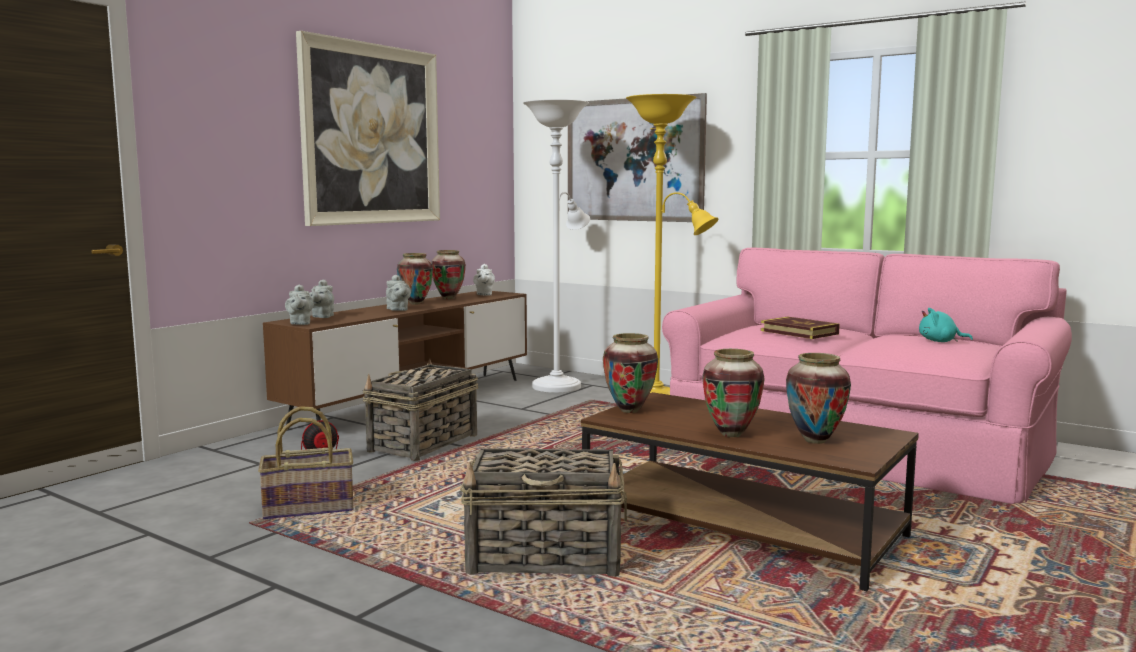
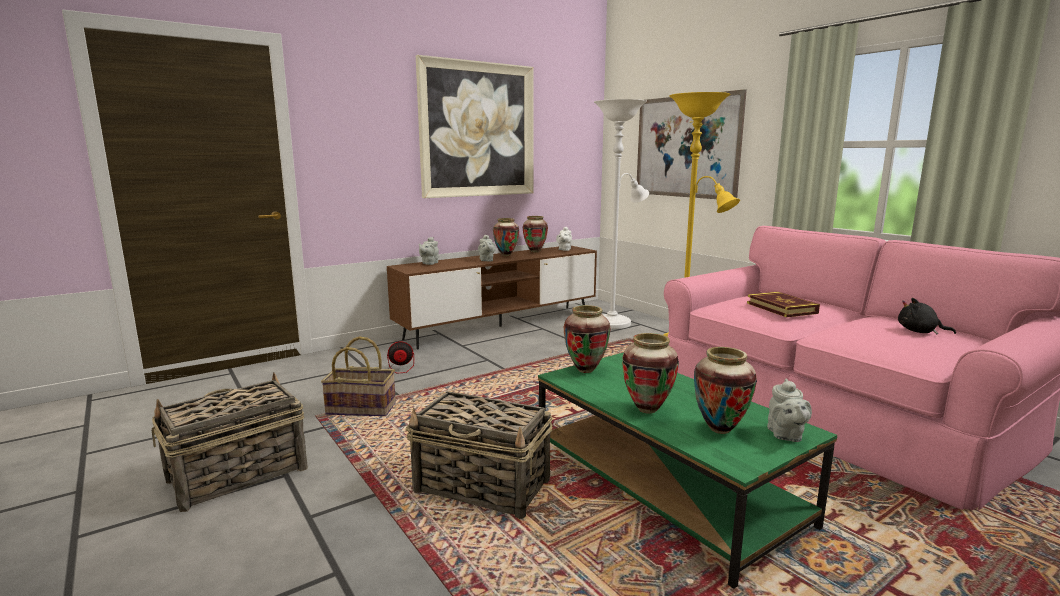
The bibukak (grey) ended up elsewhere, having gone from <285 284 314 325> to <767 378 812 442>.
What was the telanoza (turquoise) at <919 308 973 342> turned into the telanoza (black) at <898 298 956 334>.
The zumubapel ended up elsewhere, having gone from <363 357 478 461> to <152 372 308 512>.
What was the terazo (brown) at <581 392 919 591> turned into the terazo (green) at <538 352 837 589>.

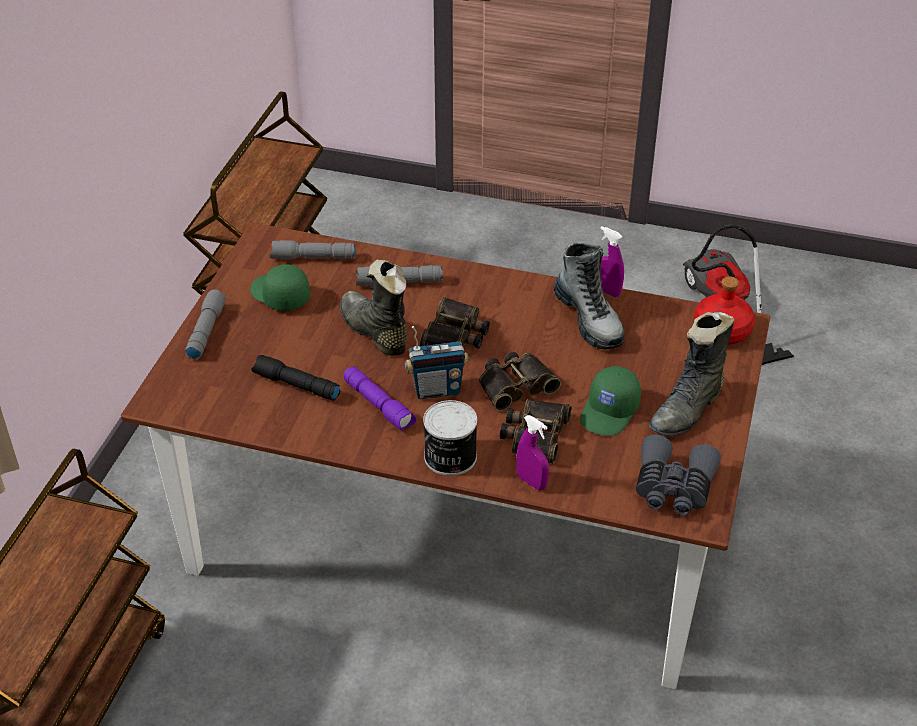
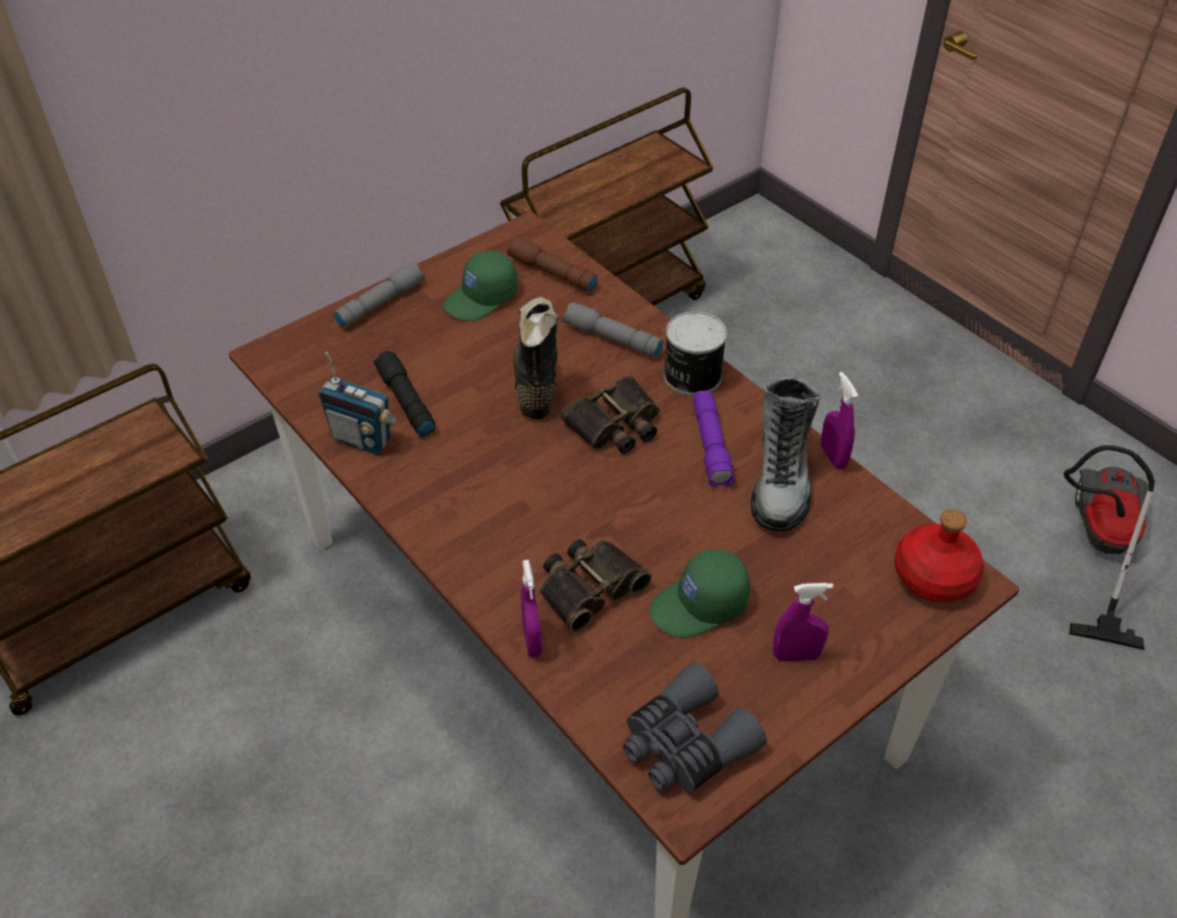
What was the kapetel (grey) at <270 240 356 259> turned into the kapetel (brown) at <507 237 598 292>.
The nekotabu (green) at <250 264 310 311> ended up facing another way, 120 degrees counterclockwise from before.
Where the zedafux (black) stood at <648 312 734 436>, the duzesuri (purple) came to stand at <773 583 833 661>.
The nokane ended up elsewhere, having gone from <405 326 469 399> to <318 352 398 455>.
The second view lost the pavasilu at <479 352 561 411>.
The kapetel (purple) ended up elsewhere, having gone from <344 366 416 431> to <693 390 735 486>.
The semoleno ended up elsewhere, having gone from <423 400 477 476> to <663 311 727 396>.

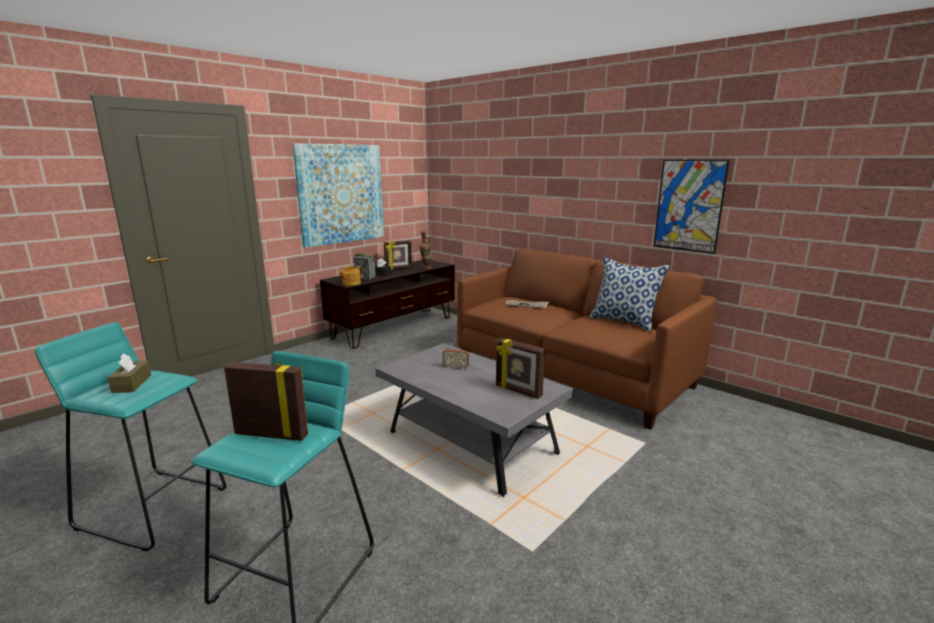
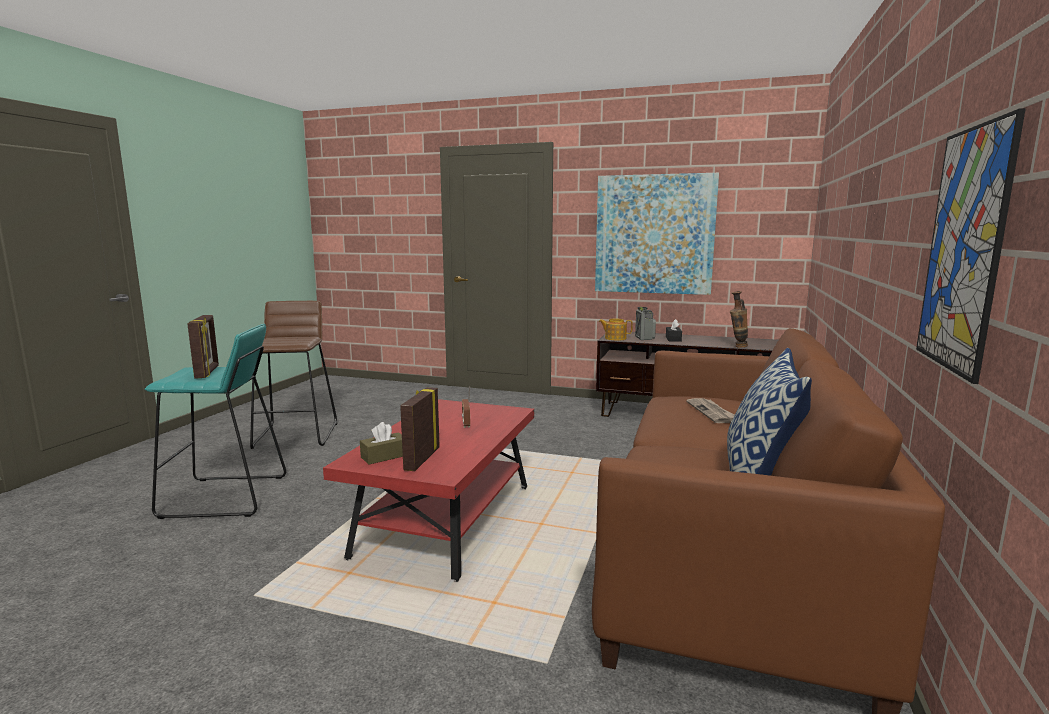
The second view lost the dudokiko at <384 240 412 270>.
What was the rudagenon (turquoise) at <35 322 226 551> turned into the rudagenon (brown) at <250 301 337 449>.
What was the terazo (grey) at <375 343 573 497> turned into the terazo (red) at <323 399 534 582>.
The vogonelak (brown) ended up elsewhere, having gone from <108 353 151 393> to <360 422 403 465>.

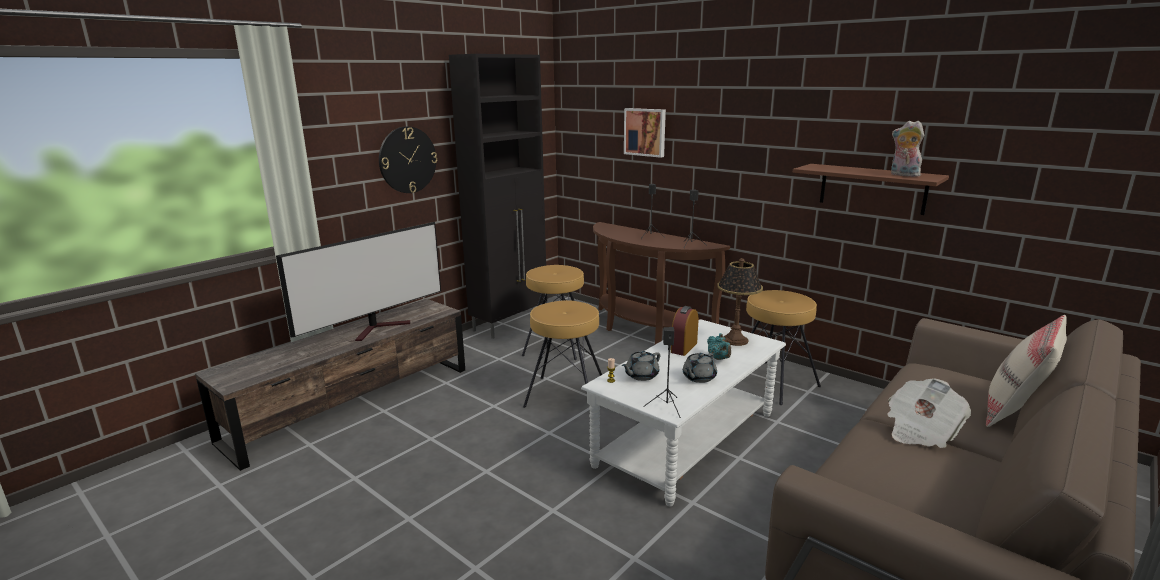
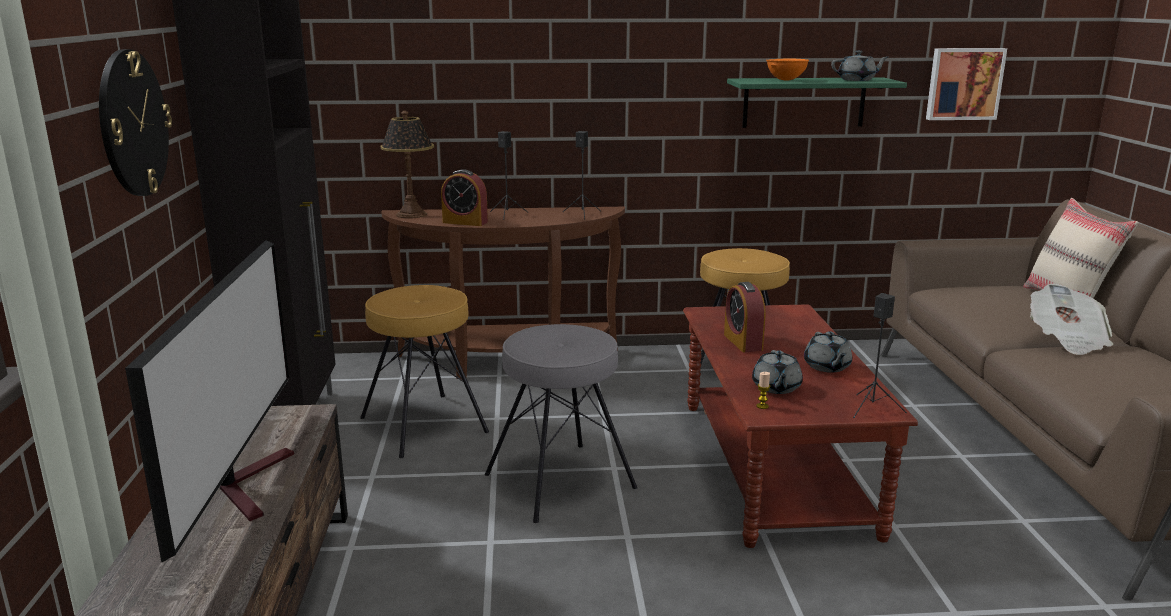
The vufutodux ended up elsewhere, having gone from <624 108 666 158> to <926 48 1007 120>.
Where the telanoza stood at <891 121 924 177>, the bibukak (grey) came to stand at <831 51 888 81>.
What was the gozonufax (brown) at <793 164 949 215> turned into the gozonufax (green) at <727 77 907 128>.
The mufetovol ended up elsewhere, having gone from <717 258 763 346> to <380 111 434 218>.
What was the rudagenon (brown) at <523 300 602 408> turned into the rudagenon (grey) at <485 324 637 523>.
What was the terazo (white) at <581 319 786 506> turned into the terazo (brown) at <683 304 918 548>.
The second view lost the bibukak (turquoise) at <707 333 731 360>.
The second view gained the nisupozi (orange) at <766 58 809 80>.
The second view gained the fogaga at <441 169 488 226>.

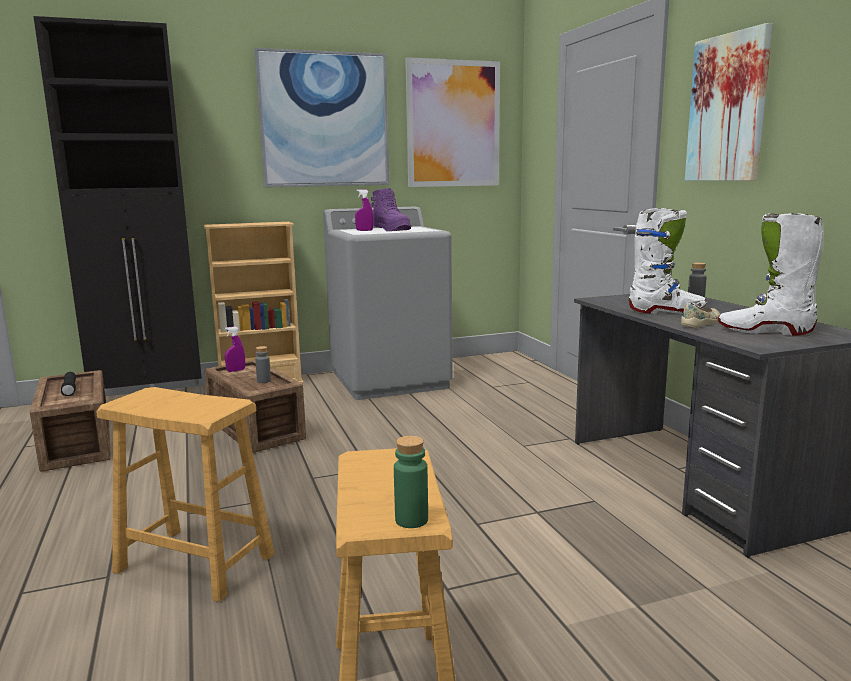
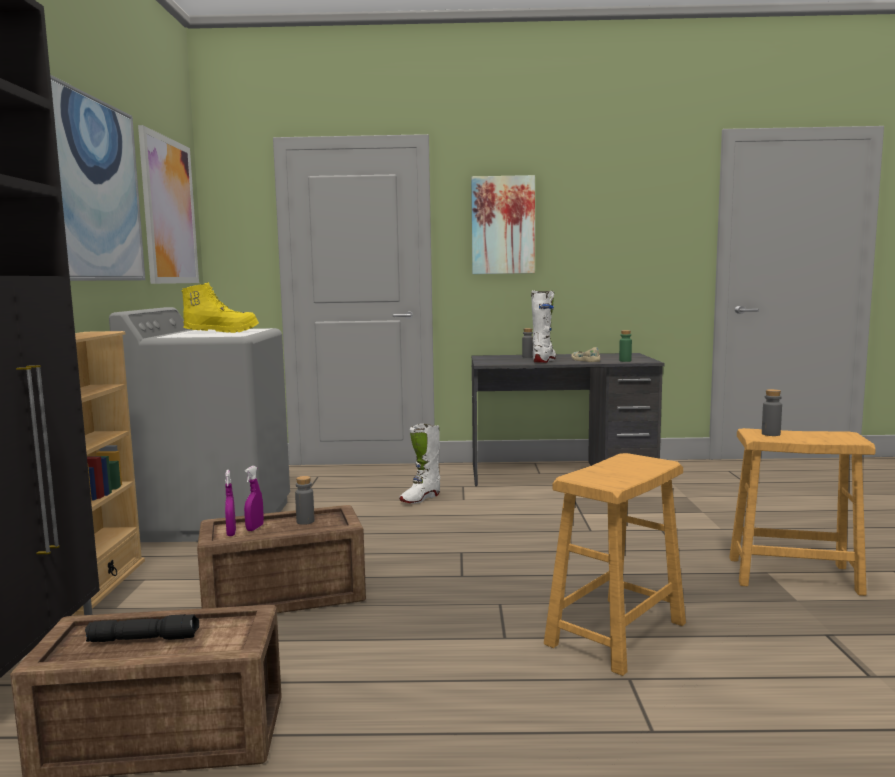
What was the zedafux (purple) at <371 188 411 231> turned into the zedafux (yellow) at <182 282 259 333>.
The duzesuri (purple) ended up elsewhere, having gone from <355 189 373 231> to <244 466 264 531>.
The zedafux (white) ended up elsewhere, having gone from <718 213 824 336> to <399 424 440 504>.
The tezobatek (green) ended up elsewhere, having gone from <394 436 428 528> to <619 330 632 362>.
The second view gained the tezobatek (grey) at <762 389 782 436>.

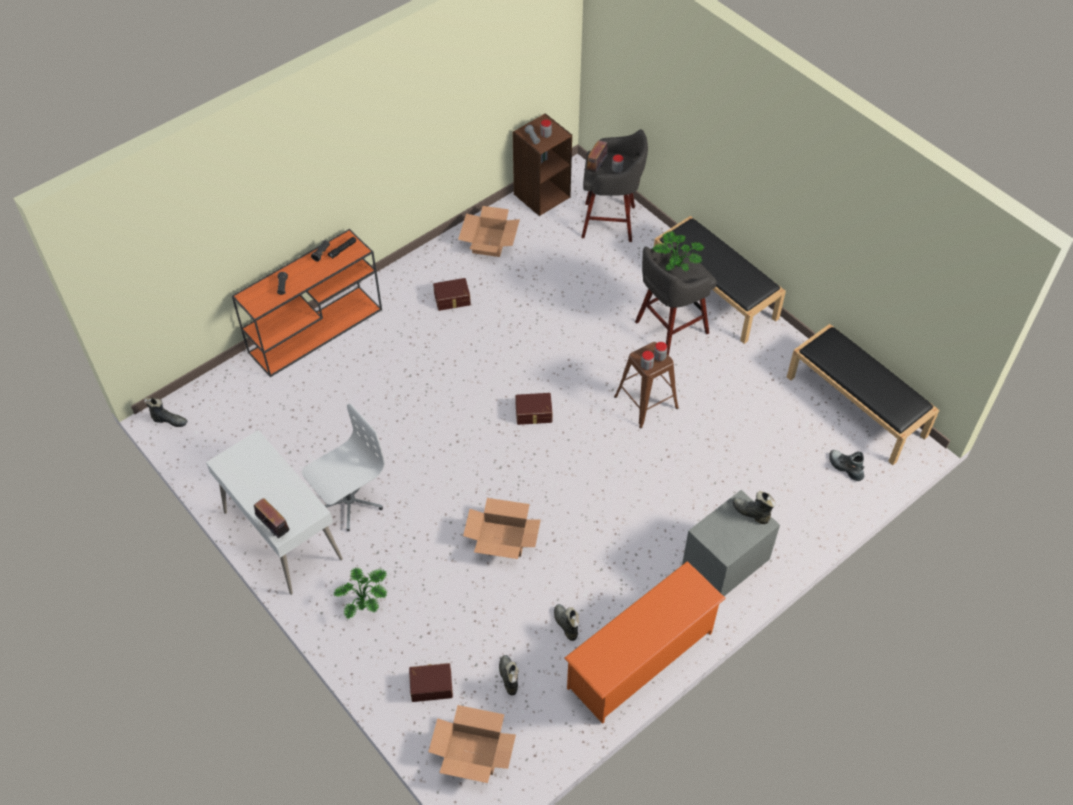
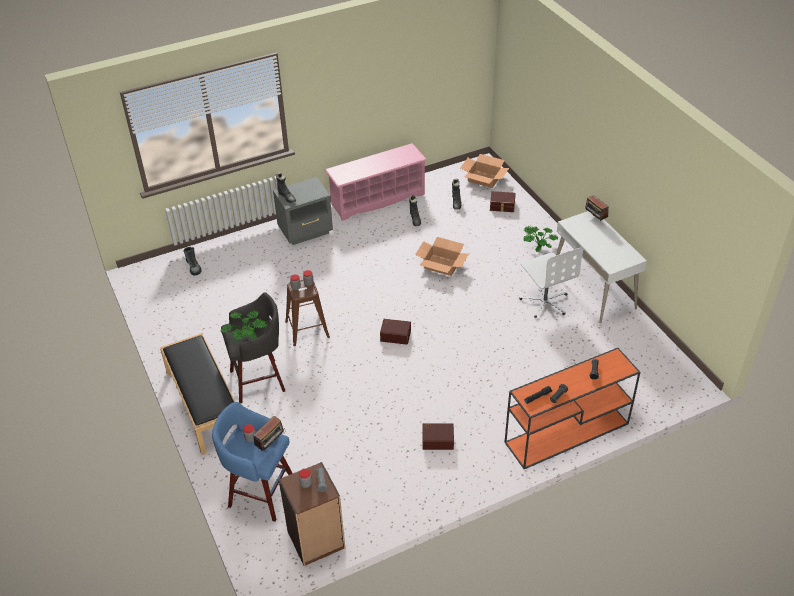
What was the rudagenon (grey) at <581 129 648 242> turned into the rudagenon (blue) at <212 402 293 522>.
The second view lost the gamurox at <458 206 520 257>.
The second view lost the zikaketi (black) at <787 324 939 465>.
The second view lost the zedafux (black) at <144 398 187 427>.
The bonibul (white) at <302 404 385 532> ended up facing another way, 90 degrees counterclockwise from before.
What was the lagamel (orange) at <564 561 726 724> turned into the lagamel (pink) at <325 143 427 221>.

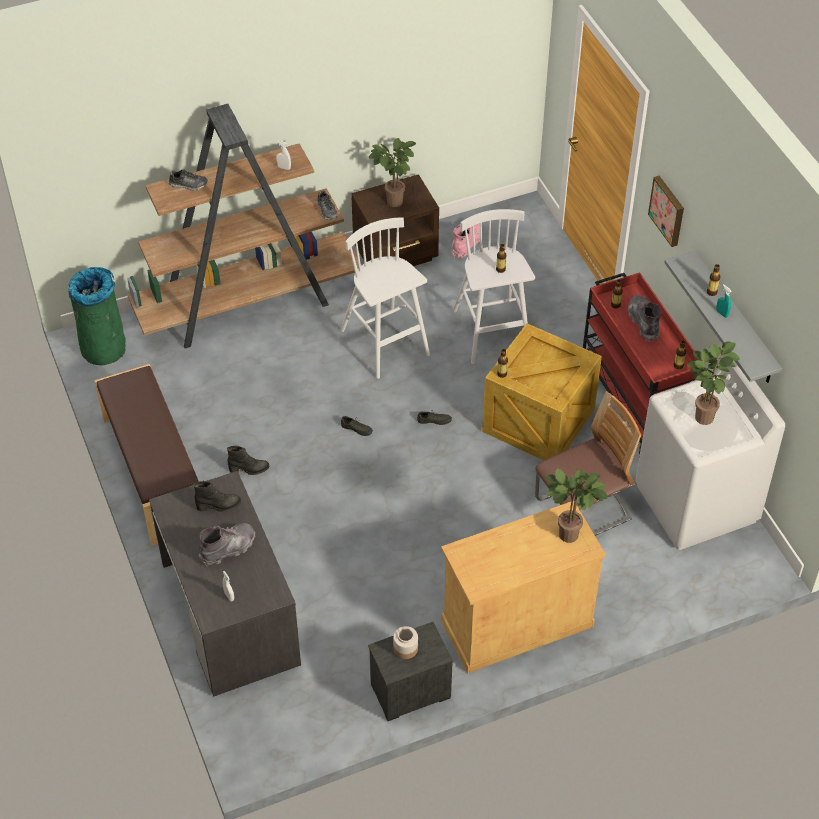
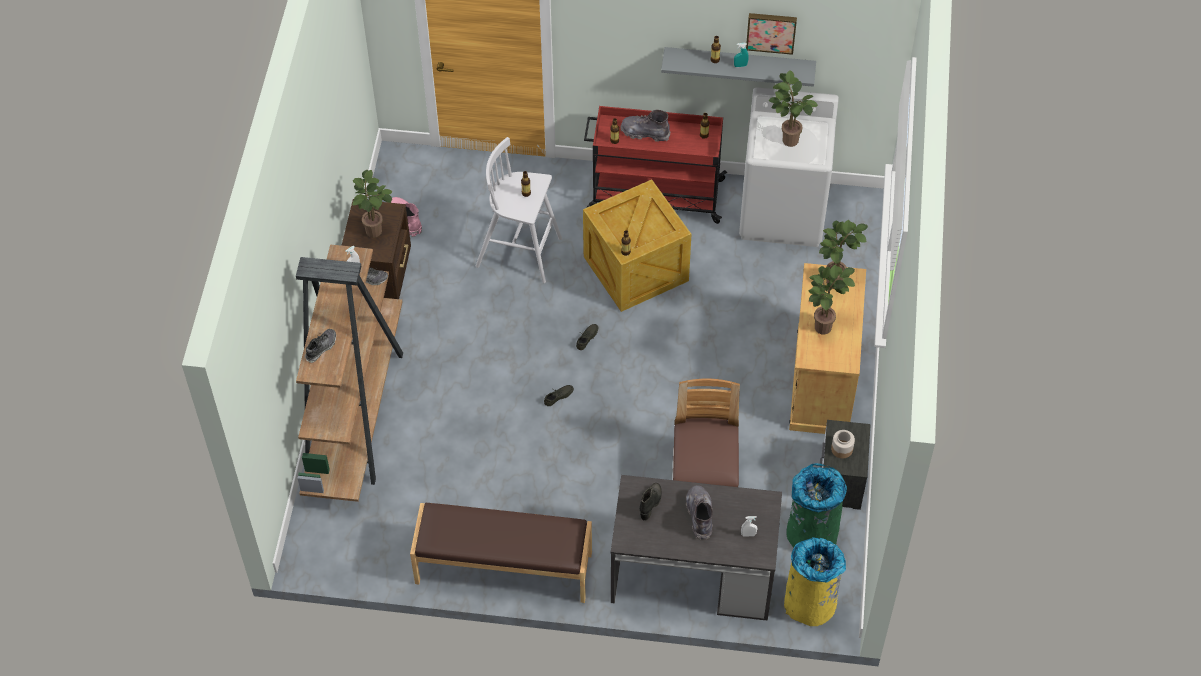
The vufutodux ended up elsewhere, having gone from <648 176 684 247> to <746 13 797 55>.
The second view lost the rudagenon (white) at <340 217 430 379>.
The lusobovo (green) ended up elsewhere, having gone from <68 267 126 365> to <786 463 847 547>.
The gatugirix ended up elsewhere, having gone from <535 391 641 536> to <672 379 740 487>.
The second view lost the zedafux (black) at <227 445 269 475>.
The second view gained the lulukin at <808 265 855 335>.
The second view gained the lusobovo (yellow) at <784 537 846 626>.

